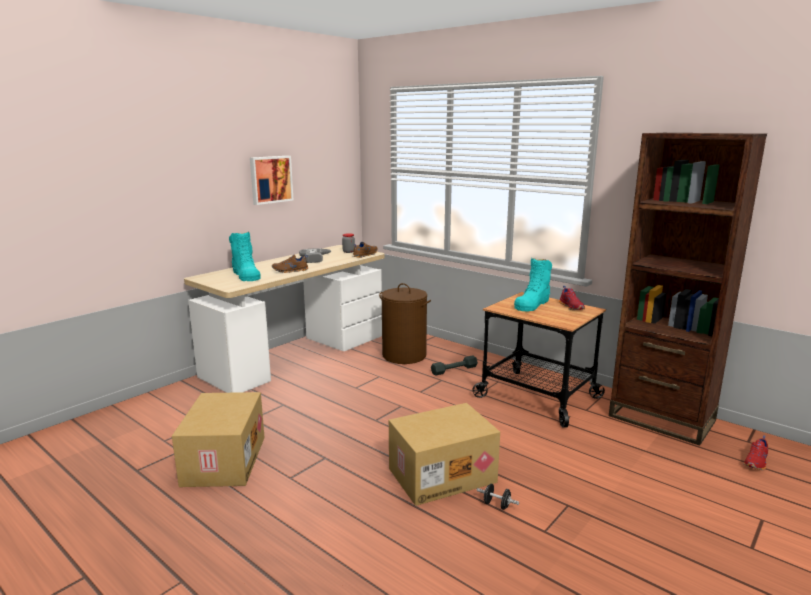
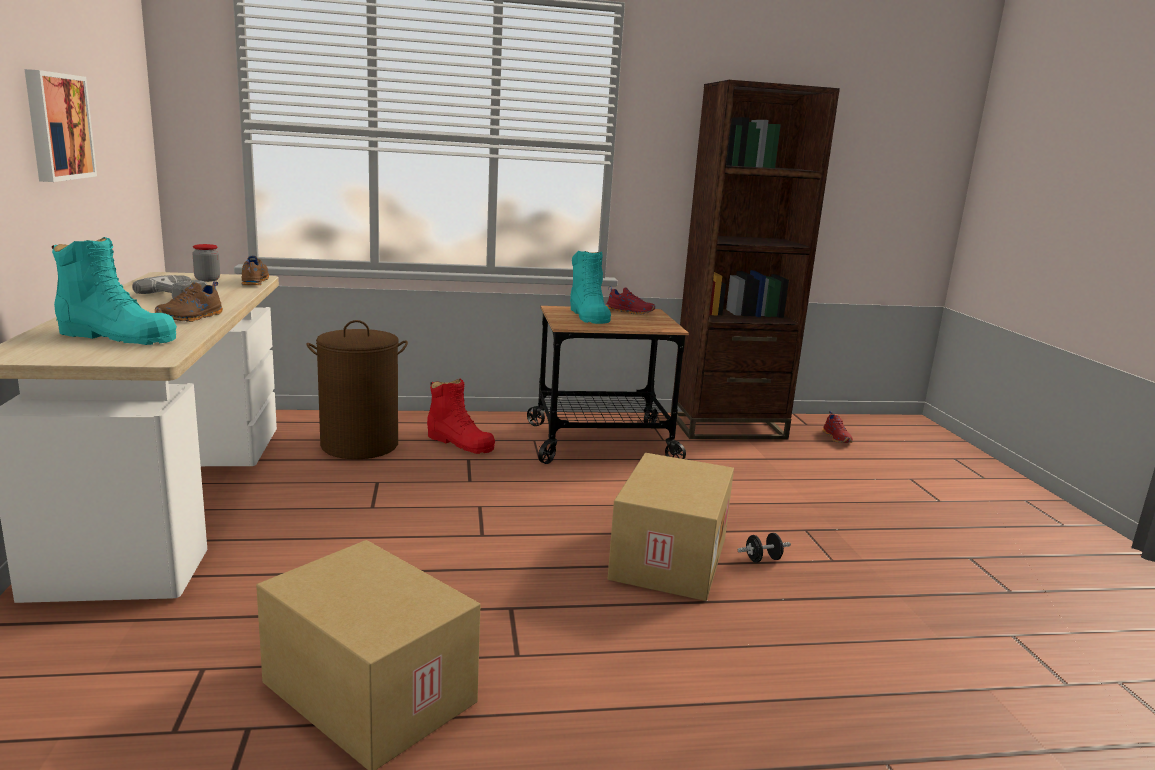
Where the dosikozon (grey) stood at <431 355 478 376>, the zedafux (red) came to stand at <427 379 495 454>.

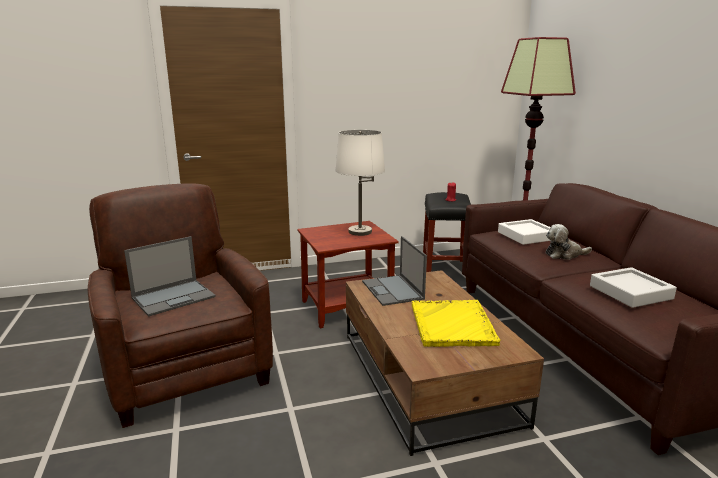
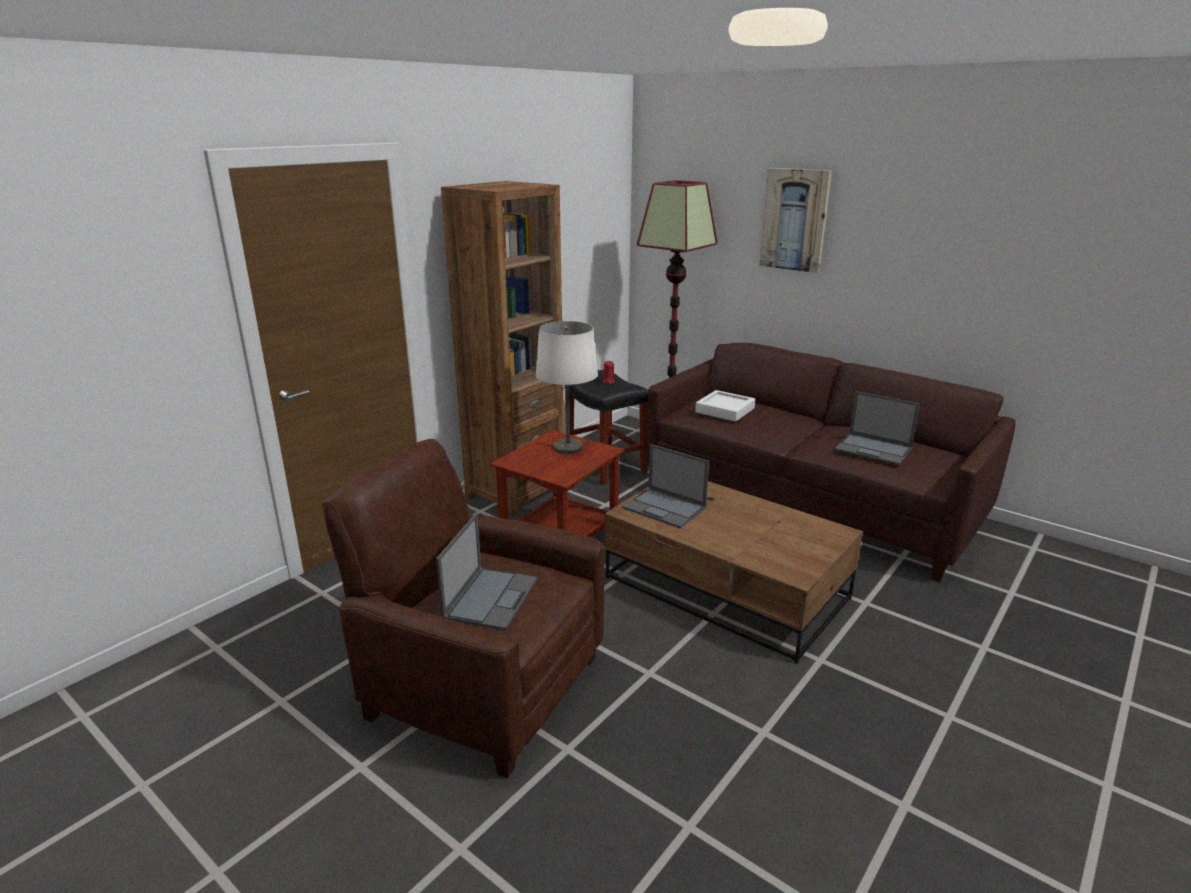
The second view lost the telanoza at <546 224 592 260>.
Where the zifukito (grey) stood at <590 267 677 308>, the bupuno came to stand at <835 391 920 465>.
The second view lost the zifukito (yellow) at <412 300 500 347>.
The second view gained the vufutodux at <759 168 832 273>.
The second view gained the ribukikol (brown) at <441 181 564 517>.

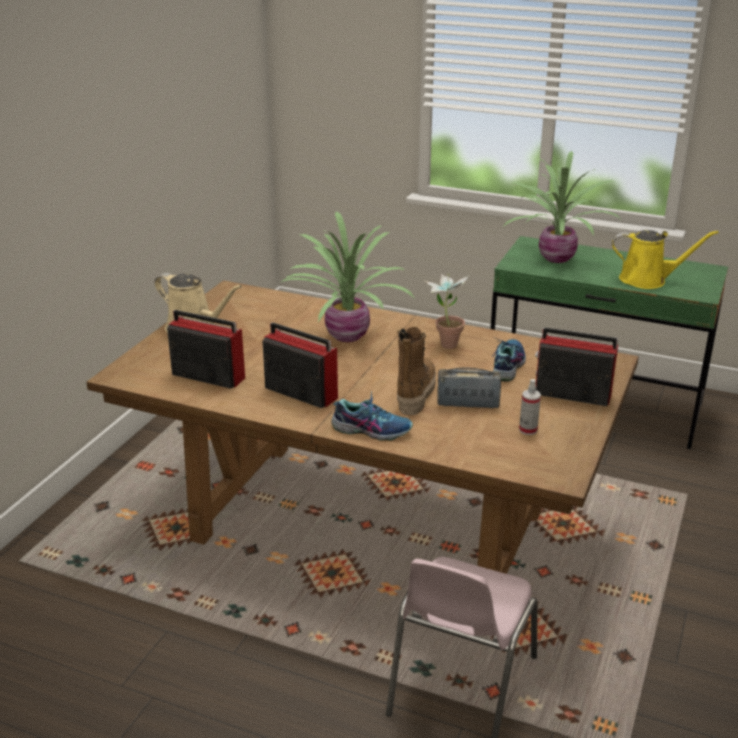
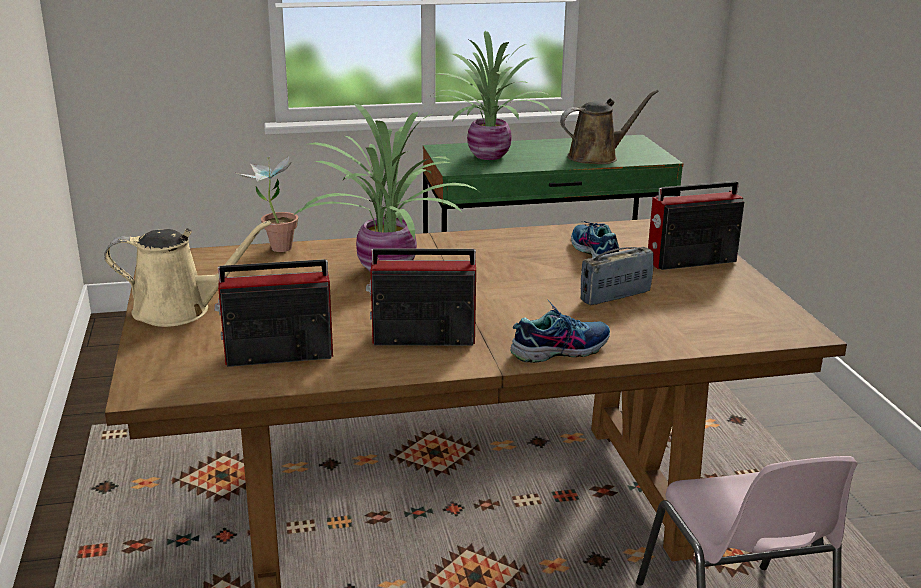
What was the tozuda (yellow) at <612 230 719 289> turned into the tozuda (brown) at <560 90 659 164>.
The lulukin ended up elsewhere, having gone from <424 274 470 349> to <237 156 298 252>.
The second view lost the zedafux at <397 327 436 415>.
The second view lost the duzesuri at <519 379 541 435>.

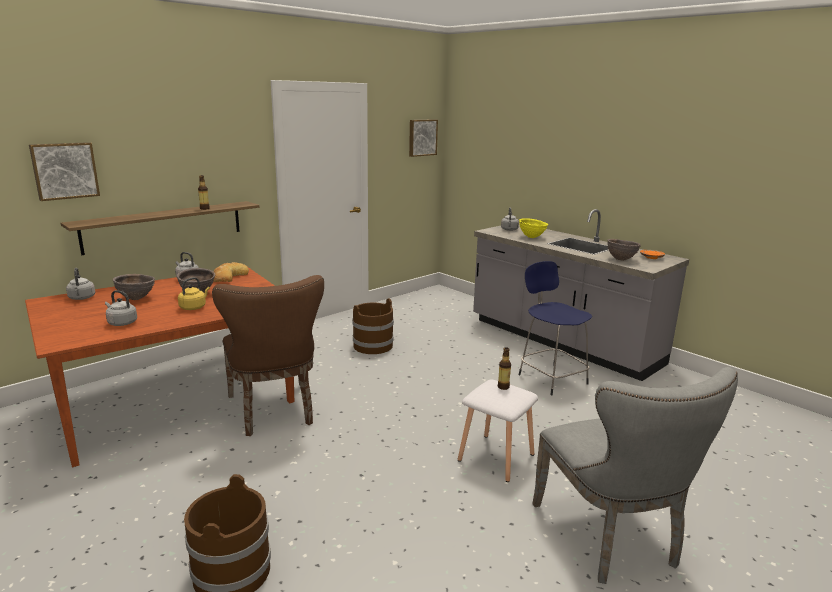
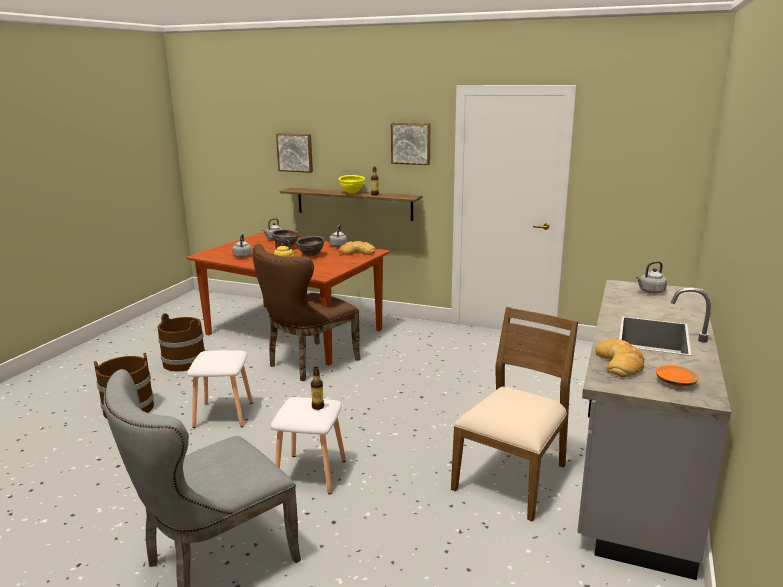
The vufutodux ended up elsewhere, having gone from <409 119 438 157> to <391 123 430 165>.
The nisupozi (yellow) ended up elsewhere, having gone from <519 218 548 238> to <339 175 365 194>.
Where the nisupozi (brown) stood at <607 239 641 261>, the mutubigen came to stand at <596 340 644 377>.
Where the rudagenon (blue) stood at <519 261 592 396>, the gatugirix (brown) came to stand at <451 307 578 522>.
The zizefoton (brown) ended up elsewhere, having gone from <352 298 394 354> to <158 313 205 371>.
The second view gained the rudagenon (white) at <187 350 253 428>.

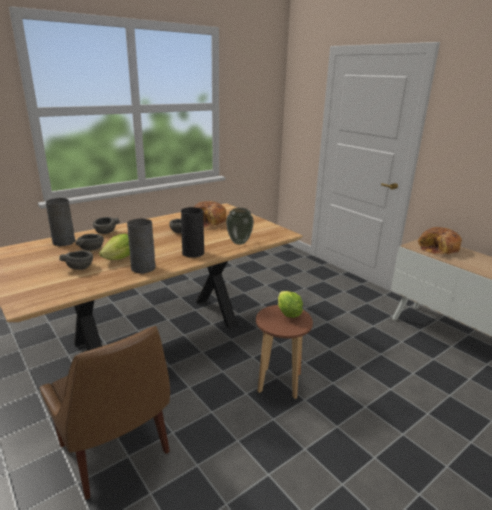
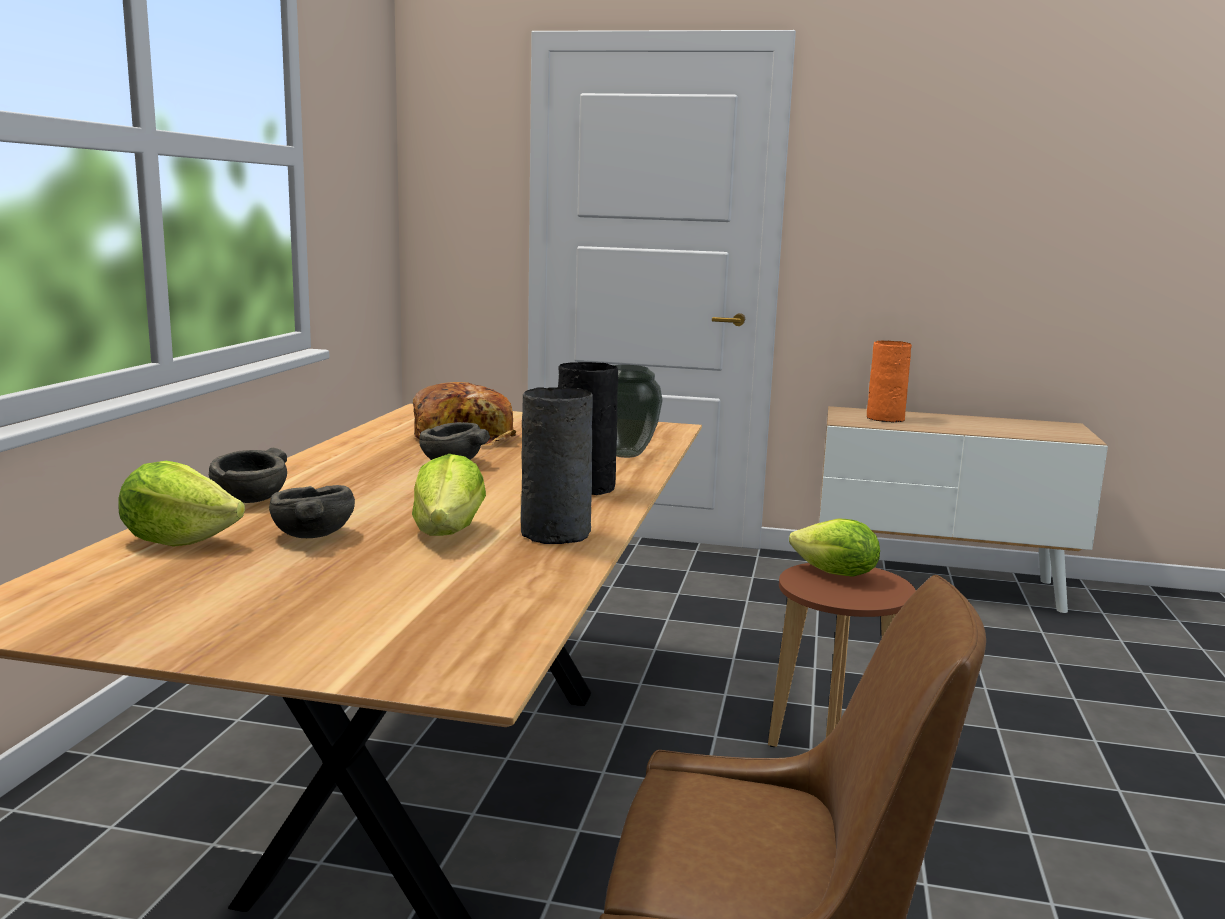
Where the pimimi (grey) stood at <46 198 75 246>, the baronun came to stand at <118 461 245 547>.
Where the mutubigen stood at <418 227 462 255>, the pimimi (orange) came to stand at <867 340 912 423>.
The second view lost the nisupozi (grey) at <59 250 93 270>.

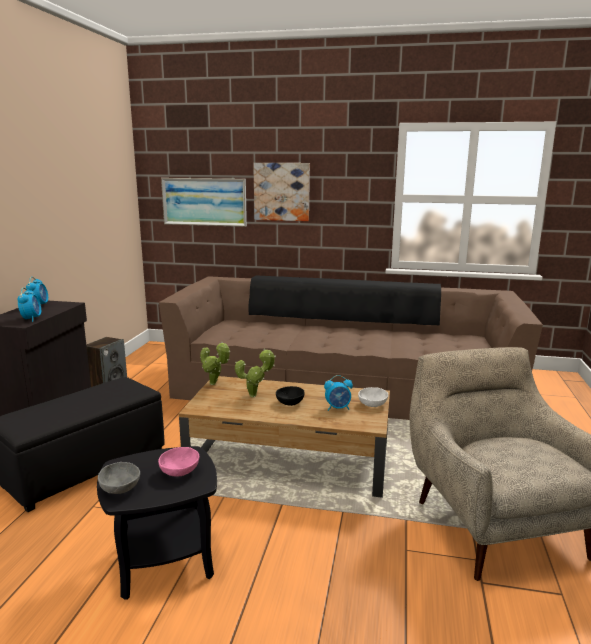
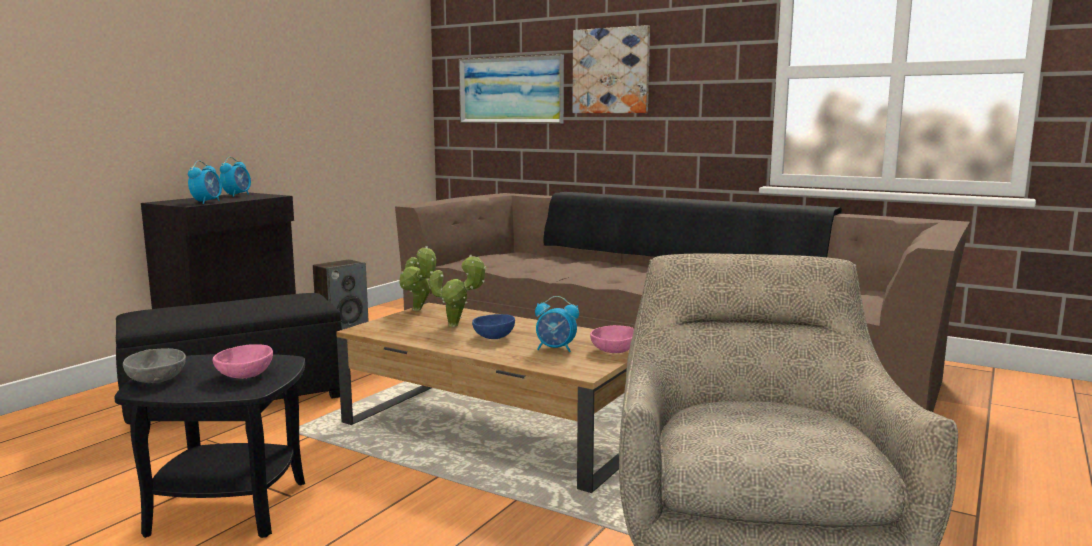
What was the nisupozi (black) at <276 386 305 406> turned into the nisupozi (blue) at <472 314 515 339>.
What was the nisupozi (white) at <358 387 388 407> turned into the nisupozi (pink) at <590 325 634 353>.

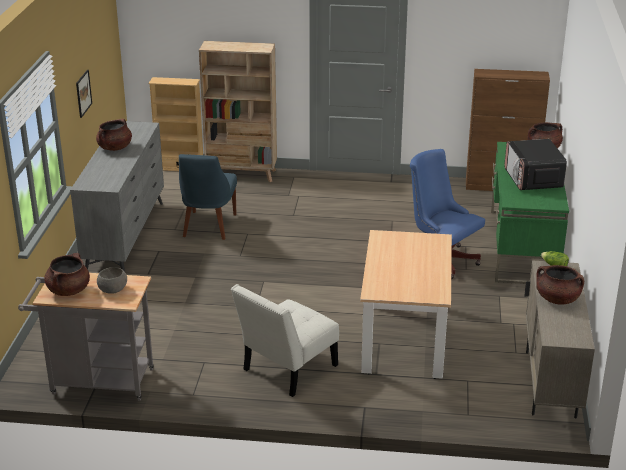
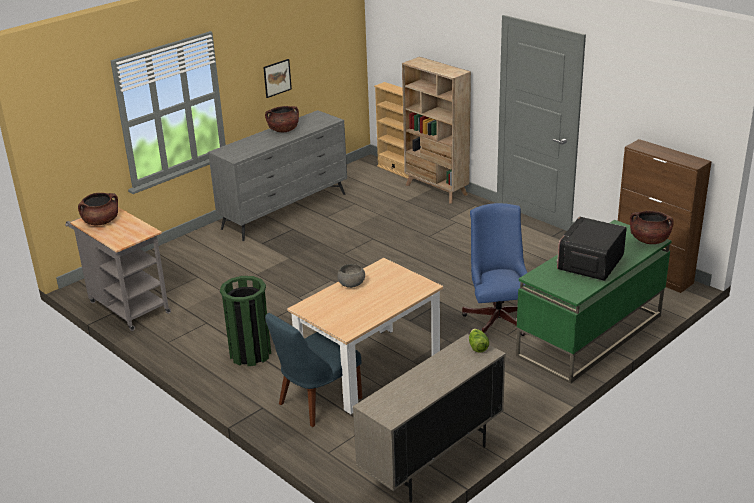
The gatugirix (blue) ended up elsewhere, having gone from <179 154 237 240> to <265 313 362 427>.
The second view lost the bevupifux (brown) at <536 265 584 305>.
The nisupozi (grey) ended up elsewhere, having gone from <97 267 127 294> to <337 264 365 288>.
Where the gatugirix (white) stood at <231 284 339 397>, the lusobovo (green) came to stand at <220 276 271 366>.

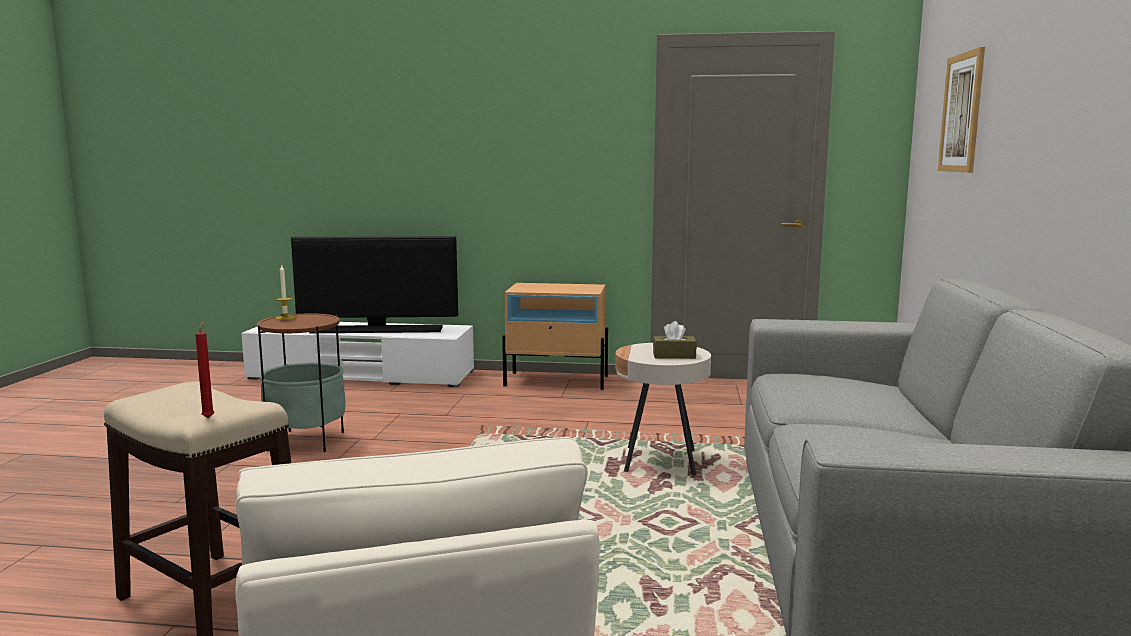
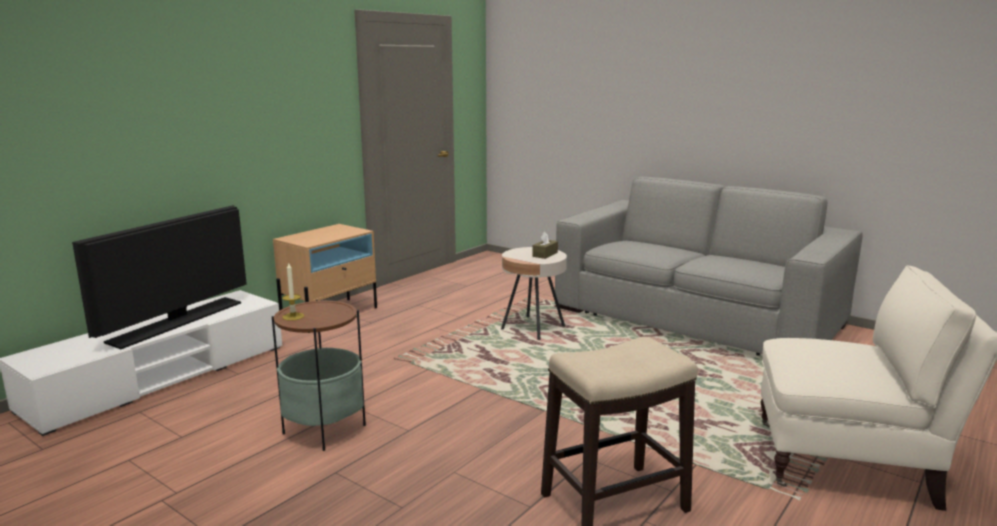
The second view lost the vufutodux at <938 47 985 173>.
The second view lost the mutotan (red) at <195 321 215 418>.

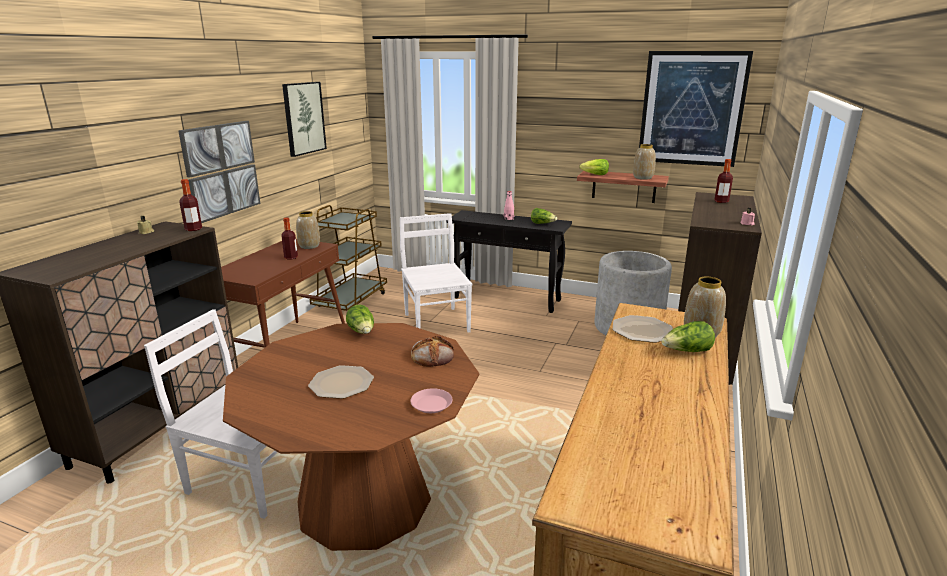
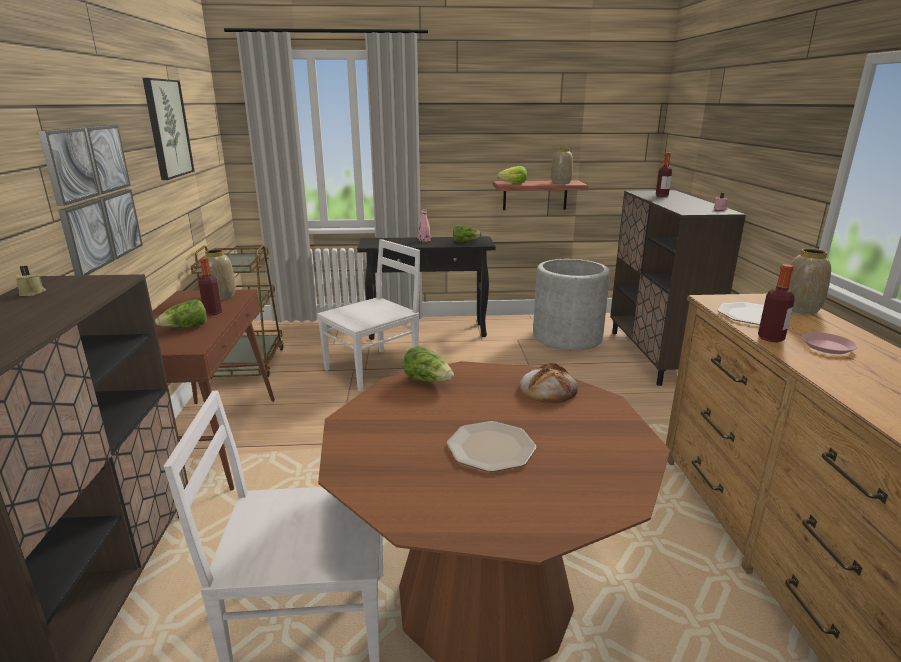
The second view lost the vufutodux at <639 51 753 167>.
The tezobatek ended up elsewhere, having gone from <179 179 202 231> to <758 264 795 342>.
The gatugirix (white) at <400 213 473 333> ended up facing another way, 90 degrees clockwise from before.
The baronun ended up elsewhere, having gone from <661 321 715 352> to <155 299 207 328>.
The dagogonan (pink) ended up elsewhere, having gone from <410 388 452 413> to <802 332 857 354>.

